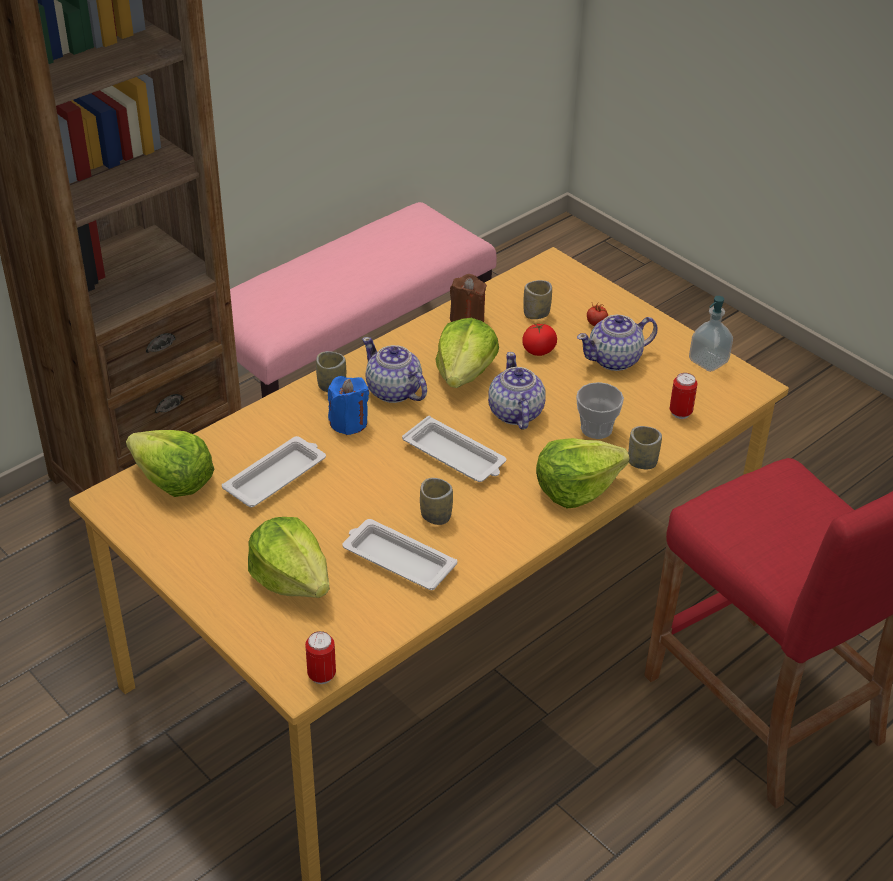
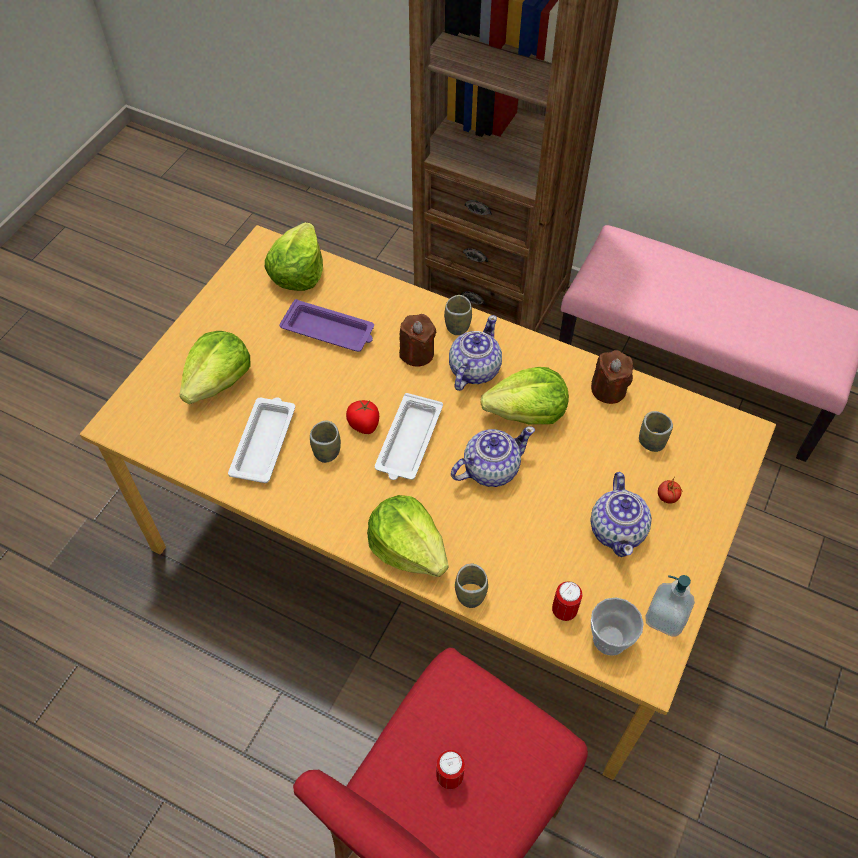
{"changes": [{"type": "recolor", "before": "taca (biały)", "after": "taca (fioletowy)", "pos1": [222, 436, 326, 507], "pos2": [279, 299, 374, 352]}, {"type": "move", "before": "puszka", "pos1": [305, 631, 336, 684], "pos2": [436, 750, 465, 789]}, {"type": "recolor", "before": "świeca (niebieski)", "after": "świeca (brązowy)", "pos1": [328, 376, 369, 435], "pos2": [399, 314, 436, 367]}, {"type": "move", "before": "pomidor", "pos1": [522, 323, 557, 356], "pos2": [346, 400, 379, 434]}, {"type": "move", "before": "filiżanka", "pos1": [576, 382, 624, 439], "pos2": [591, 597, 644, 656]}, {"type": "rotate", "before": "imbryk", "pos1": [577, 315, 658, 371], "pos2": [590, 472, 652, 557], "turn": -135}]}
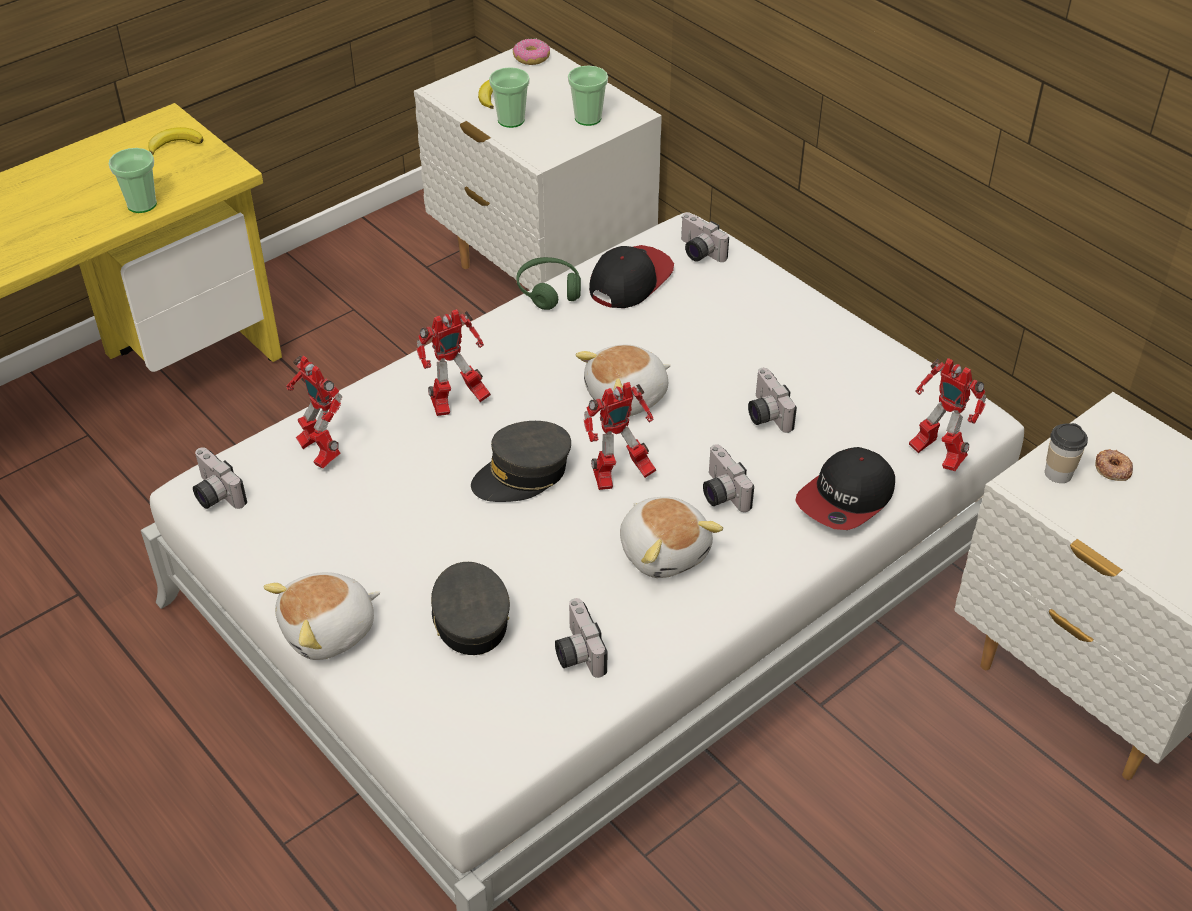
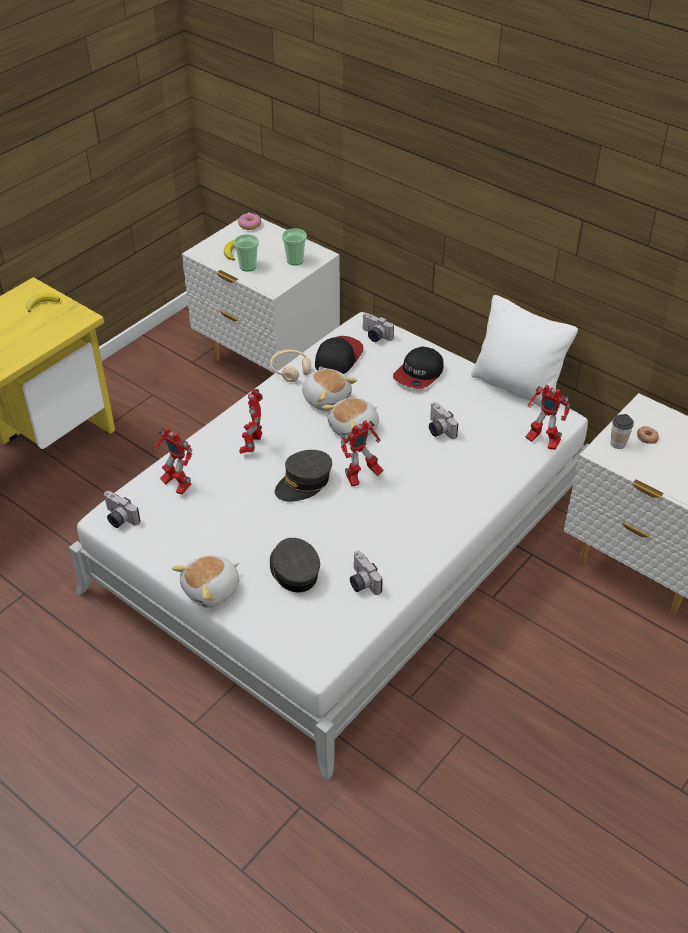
{"changes": [{"type": "delete", "before": "filiżanka", "pos1": [109, 148, 157, 213]}, {"type": "rotate", "before": "robot zabawkowy", "pos1": [416, 309, 491, 416], "pos2": [239, 389, 263, 454], "turn": 135}, {"type": "recolor", "before": "słuchawki (zielony)", "after": "słuchawki (beżowy)", "pos1": [517, 257, 581, 310], "pos2": [270, 350, 311, 382]}, {"type": "move", "before": "pluszak", "pos1": [620, 497, 723, 578], "pos2": [302, 369, 357, 411]}, {"type": "delete", "before": "aparat fotograficzny", "pos1": [703, 444, 754, 512]}, {"type": "move", "before": "czapka z daszkiem", "pos1": [795, 447, 895, 530], "pos2": [393, 347, 444, 389]}, {"type": "insert", "after": "poduszka (biały)", "pos2": [471, 295, 578, 407]}]}
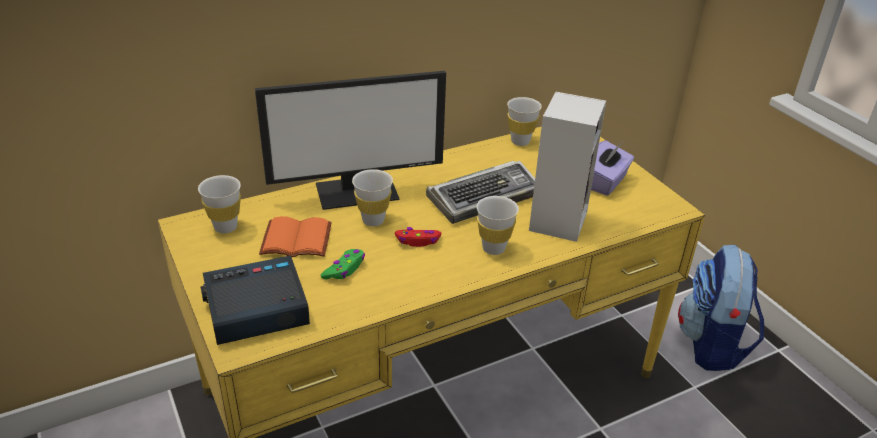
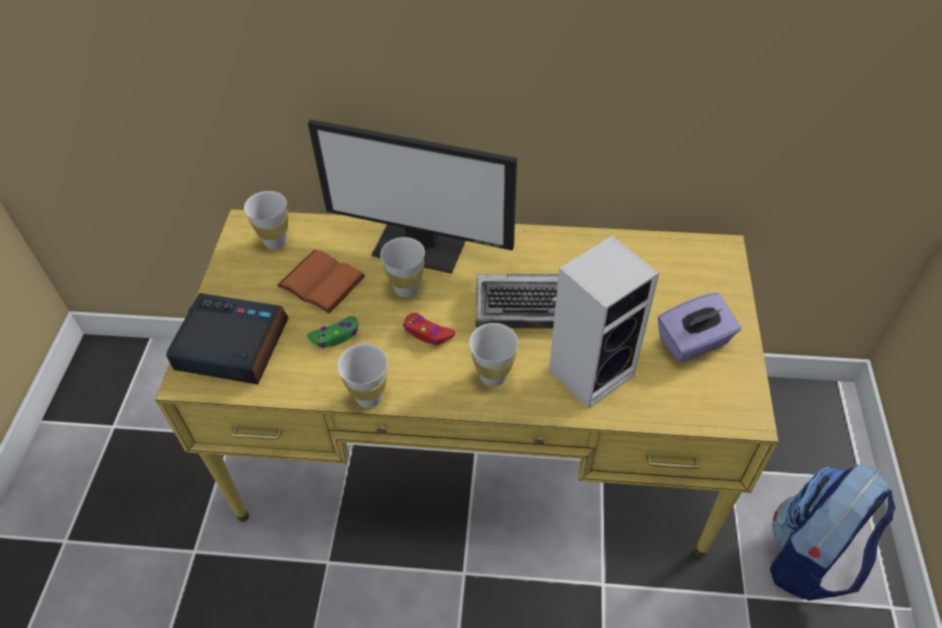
{"changes": [{"type": "move", "before": "filiżanka (biały)", "pos1": [507, 97, 542, 146], "pos2": [337, 344, 387, 408]}]}
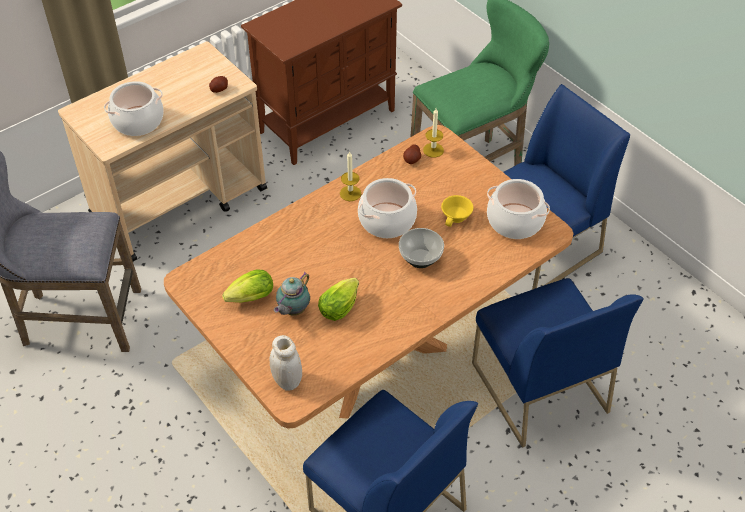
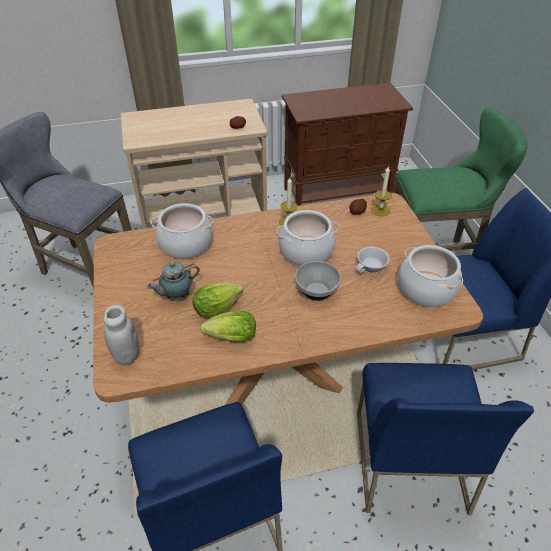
{"changes": [{"type": "move", "before": "garnek", "pos1": [104, 81, 164, 136], "pos2": [151, 203, 214, 259]}, {"type": "move", "before": "sałata", "pos1": [222, 269, 273, 303], "pos2": [200, 311, 256, 342]}, {"type": "recolor", "before": "filiżanka (żółty)", "after": "filiżanka (biały)", "pos1": [441, 195, 473, 227], "pos2": [356, 247, 390, 273]}]}
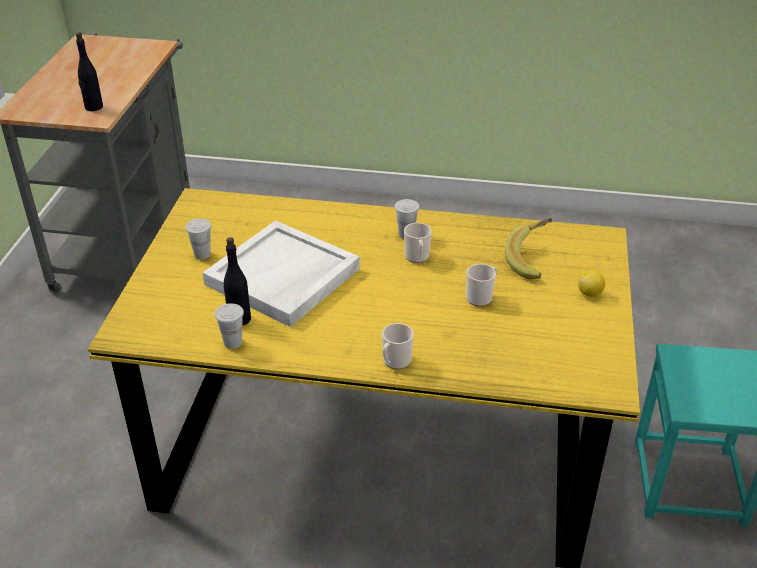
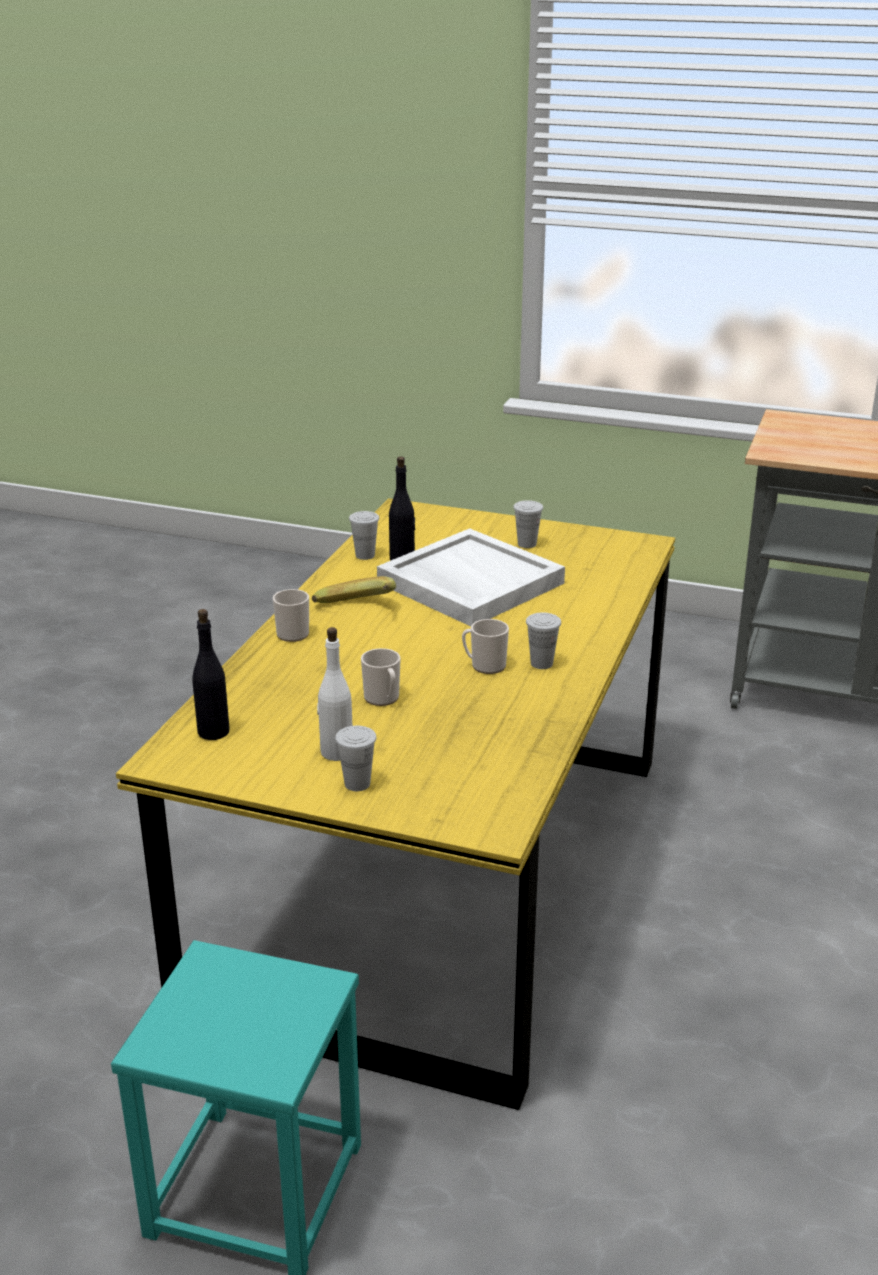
{"changes": [{"type": "move", "before": "butelka (czarny)", "pos1": [76, 33, 103, 111], "pos2": [193, 609, 230, 740]}, {"type": "move", "before": "banan", "pos1": [505, 218, 552, 279], "pos2": [312, 576, 396, 603]}, {"type": "replace", "before": "cytryna", "after": "filiżanka (biały)", "pos1": [578, 270, 605, 297], "pos2": [335, 726, 377, 791]}, {"type": "insert", "after": "butelka (biały)", "pos2": [317, 627, 352, 761]}]}
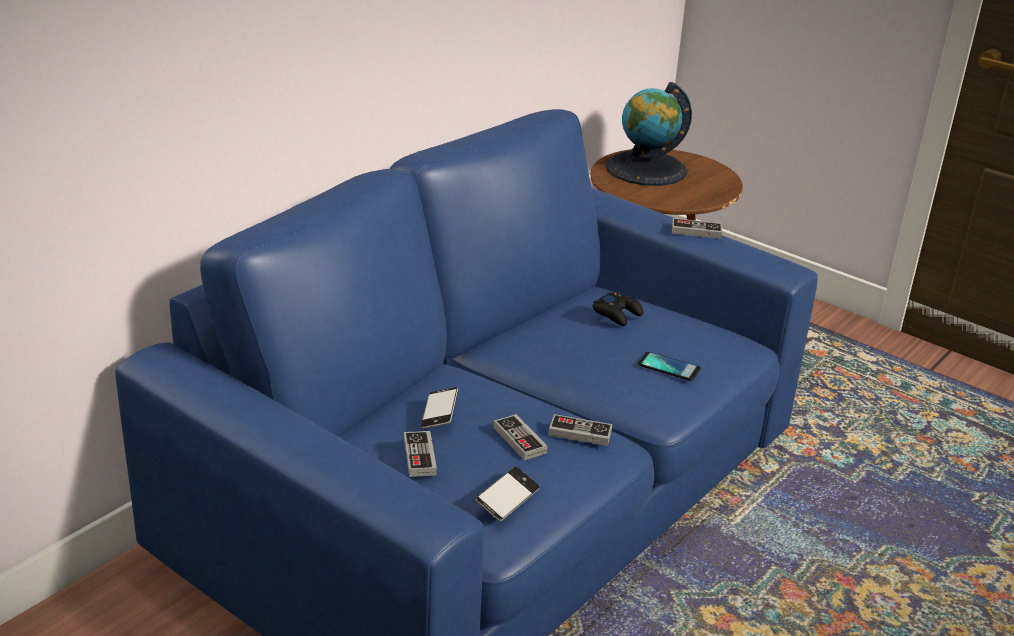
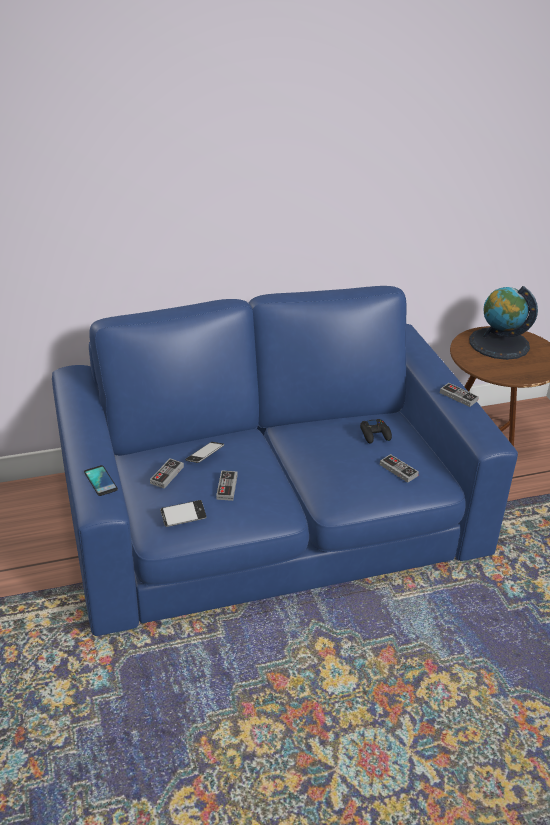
{"changes": [{"type": "move", "before": "pad do gier", "pos1": [549, 414, 612, 446], "pos2": [380, 454, 419, 483]}, {"type": "move", "before": "telefon", "pos1": [638, 352, 701, 381], "pos2": [84, 465, 118, 496]}]}
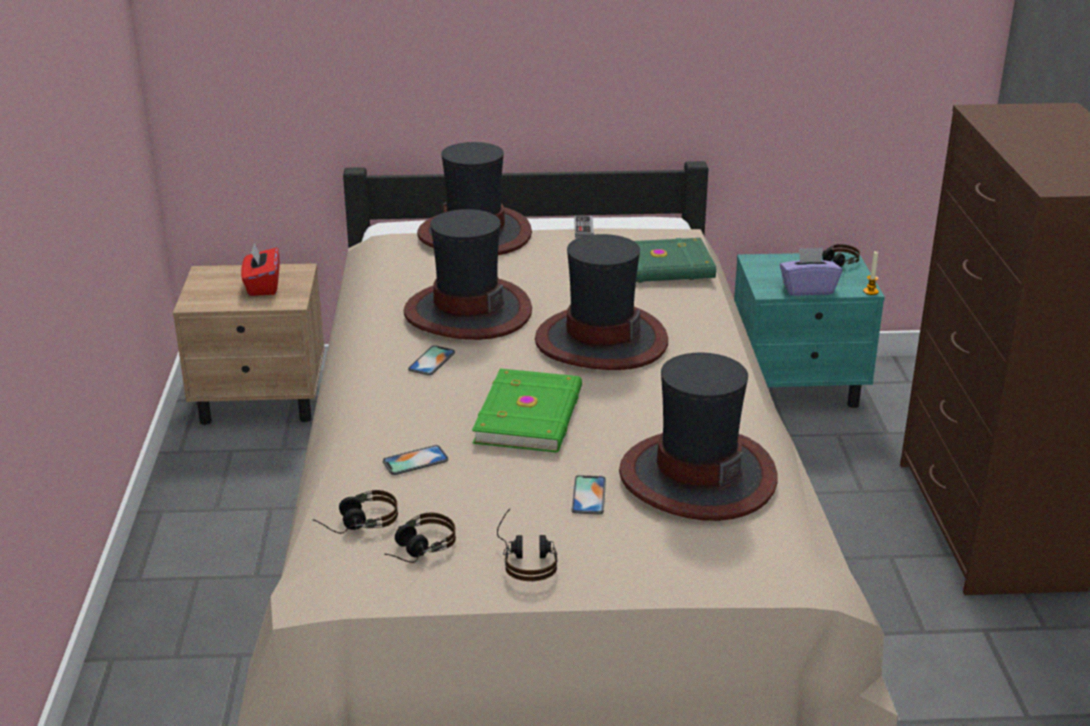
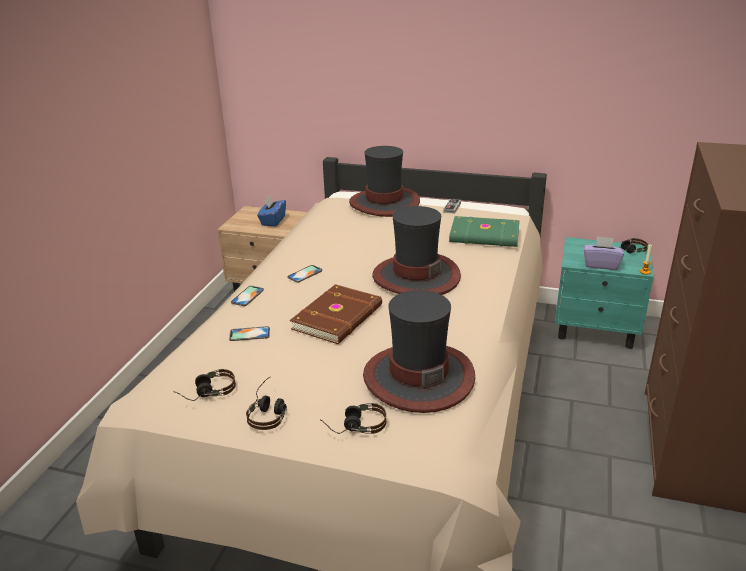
{"changes": [{"type": "recolor", "before": "pudełko chusteczek (czerwony)", "after": "pudełko chusteczek (niebieski)", "pos1": [241, 242, 280, 296], "pos2": [257, 195, 286, 226]}, {"type": "move", "before": "słuchawki", "pos1": [313, 490, 398, 534], "pos2": [320, 403, 386, 434]}, {"type": "delete", "before": "kapelusz", "pos1": [404, 209, 532, 340]}, {"type": "recolor", "before": "książka (zielony)", "after": "książka (brązowy)", "pos1": [472, 368, 582, 452], "pos2": [290, 284, 382, 344]}, {"type": "move", "before": "telefon", "pos1": [572, 475, 606, 515], "pos2": [231, 286, 264, 306]}]}
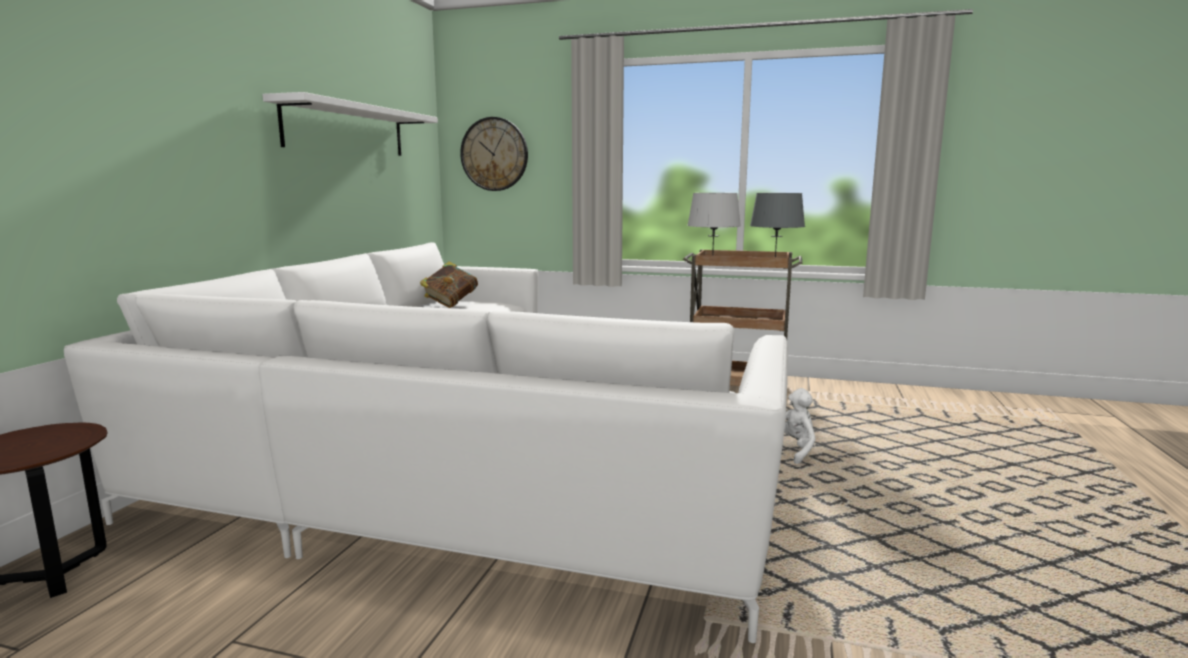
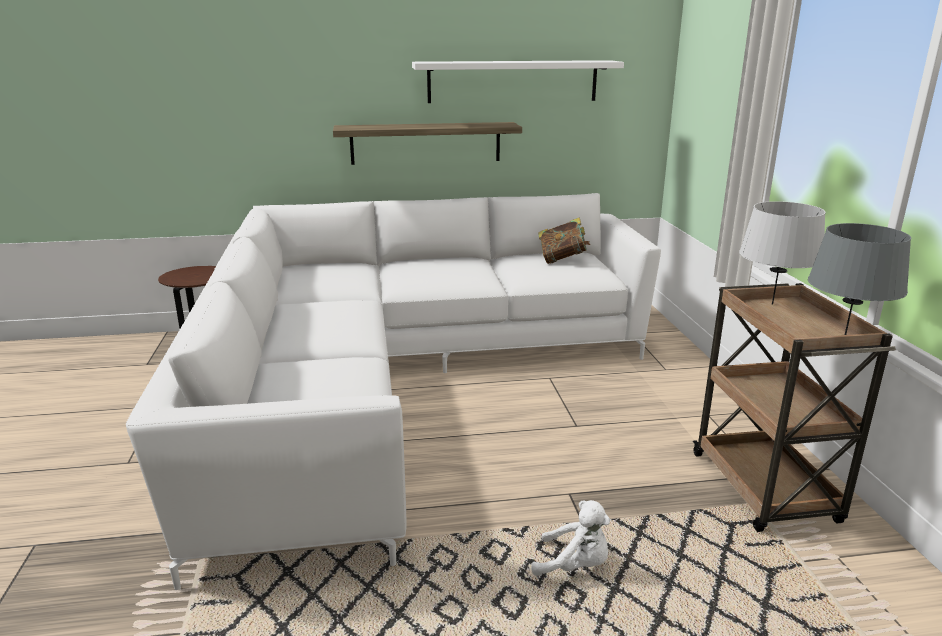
{"changes": [{"type": "delete", "before": "zegar ścienny", "pos1": [460, 117, 528, 191]}, {"type": "insert", "after": "półka", "pos2": [333, 122, 522, 165]}]}
